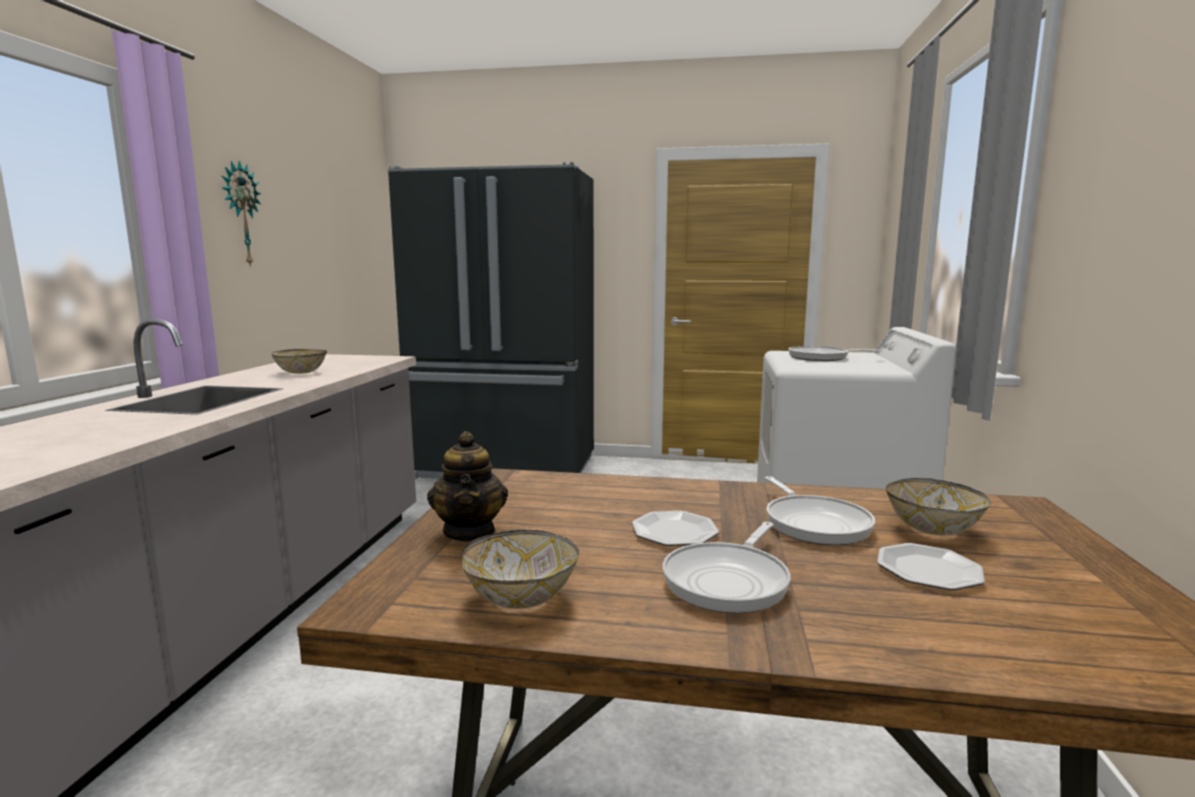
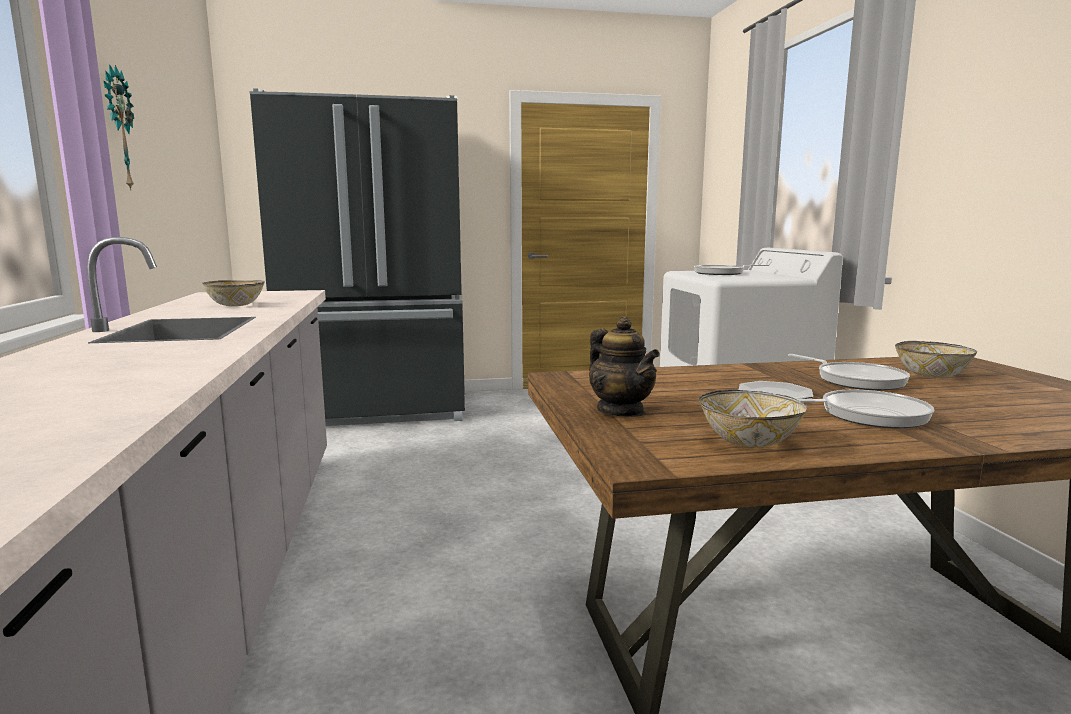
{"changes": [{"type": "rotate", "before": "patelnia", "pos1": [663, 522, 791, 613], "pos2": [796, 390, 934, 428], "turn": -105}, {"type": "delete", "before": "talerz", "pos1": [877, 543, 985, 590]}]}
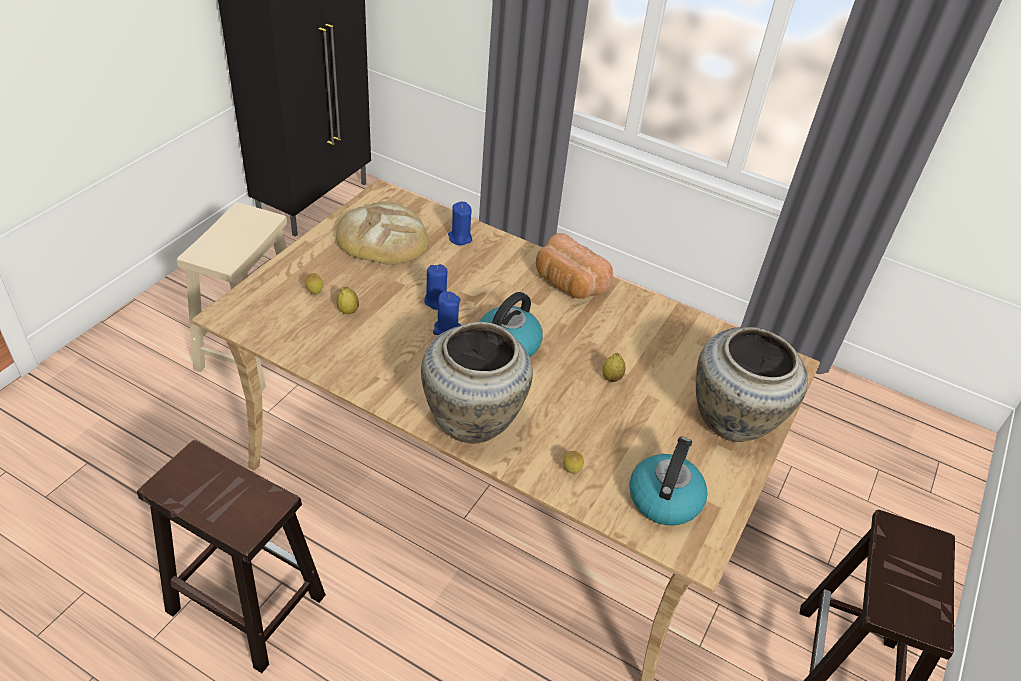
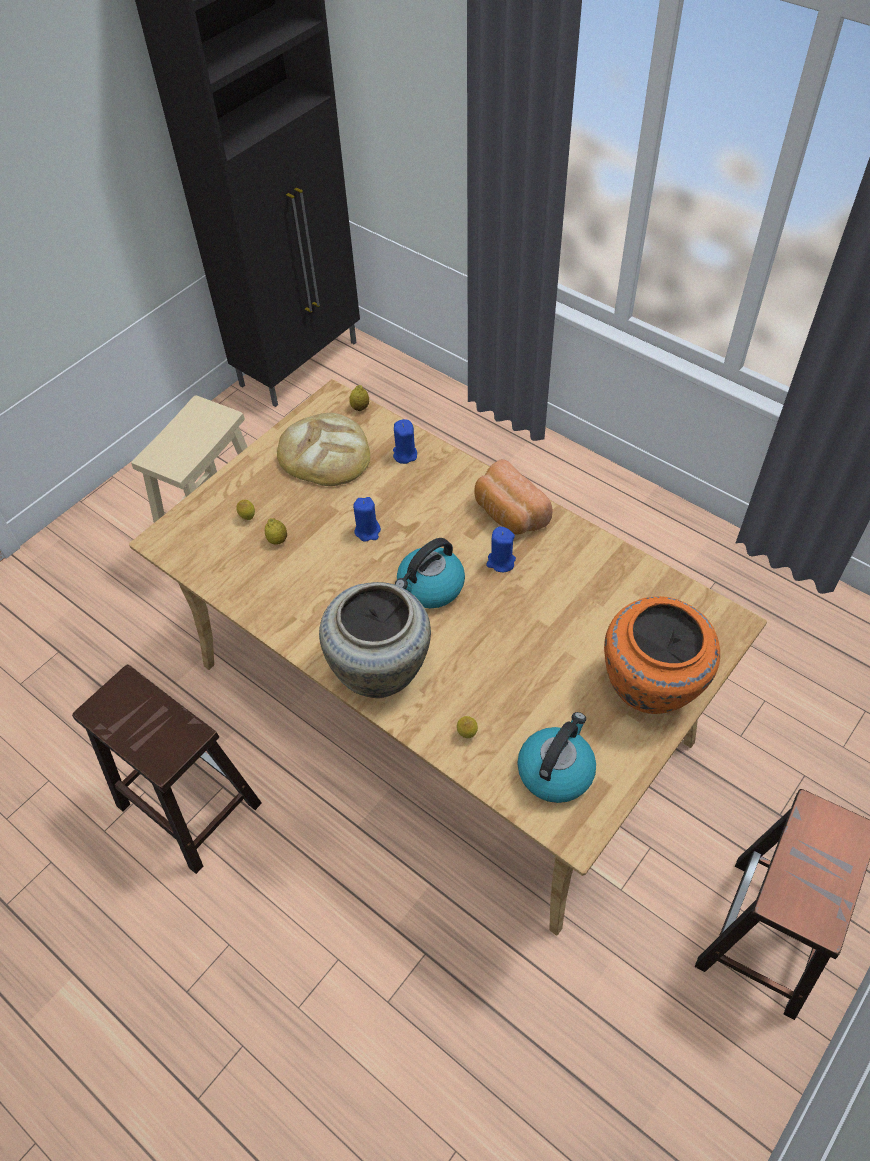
{"changes": [{"type": "move", "before": "świeca (niebieski)", "pos1": [433, 291, 461, 335], "pos2": [486, 527, 516, 572]}, {"type": "move", "before": "cytryna", "pos1": [602, 353, 626, 382], "pos2": [349, 385, 369, 411]}, {"type": "recolor", "before": "wazon (beżowy)", "after": "wazon (pomarańczowy)", "pos1": [696, 327, 808, 442], "pos2": [604, 596, 720, 714]}]}
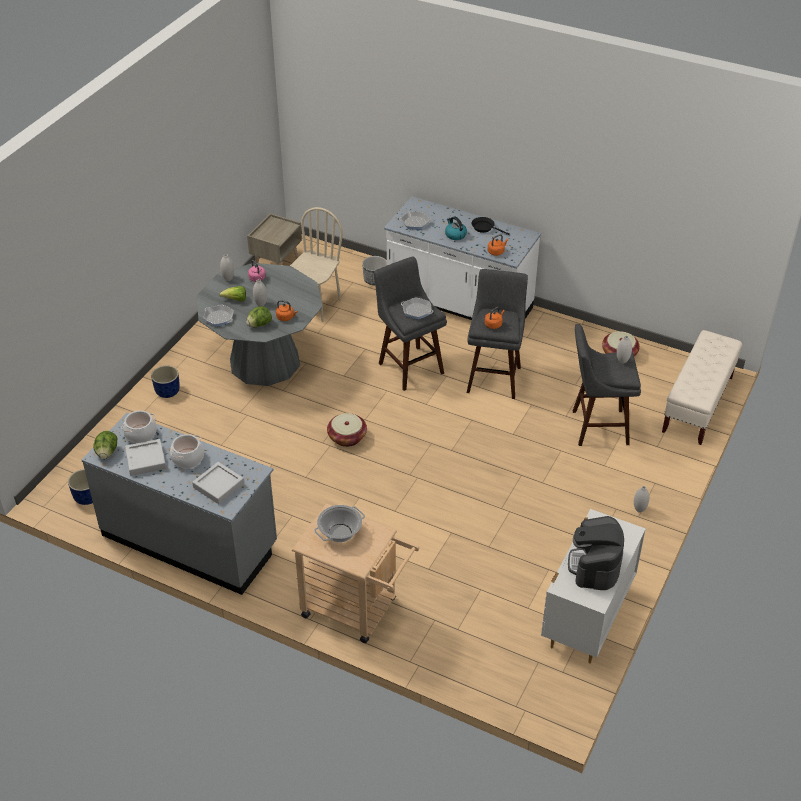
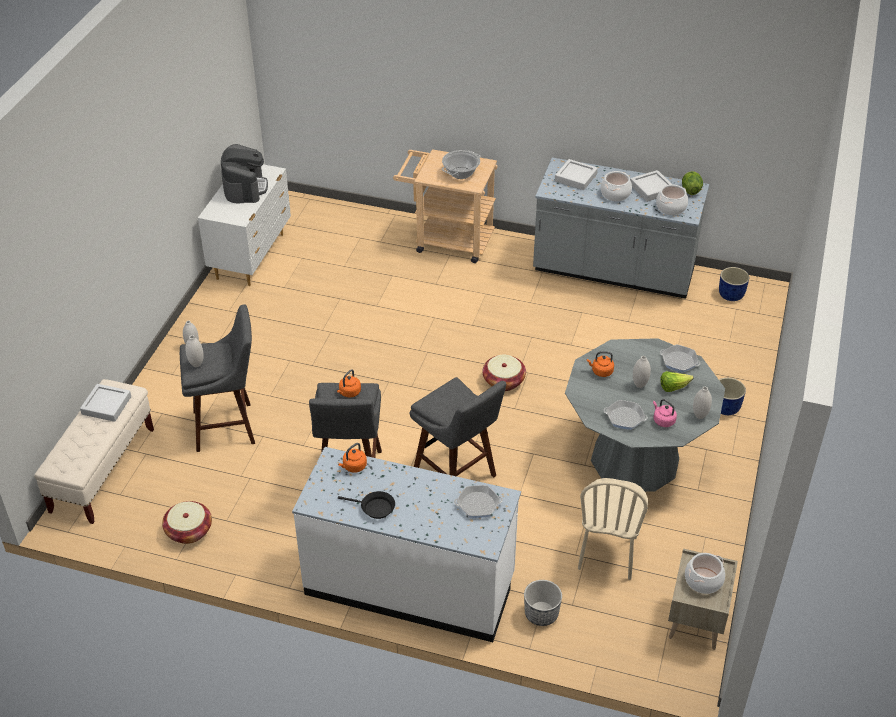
{"changes": [{"type": "delete", "before": "sałata", "pos1": [246, 306, 272, 327]}, {"type": "move", "before": "patelnia", "pos1": [401, 298, 433, 319], "pos2": [603, 400, 648, 430]}, {"type": "delete", "before": "czajnik", "pos1": [445, 216, 467, 240]}, {"type": "insert", "after": "taca (szary)", "pos2": [80, 384, 131, 422]}, {"type": "insert", "after": "garnek", "pos2": [685, 553, 725, 594]}]}
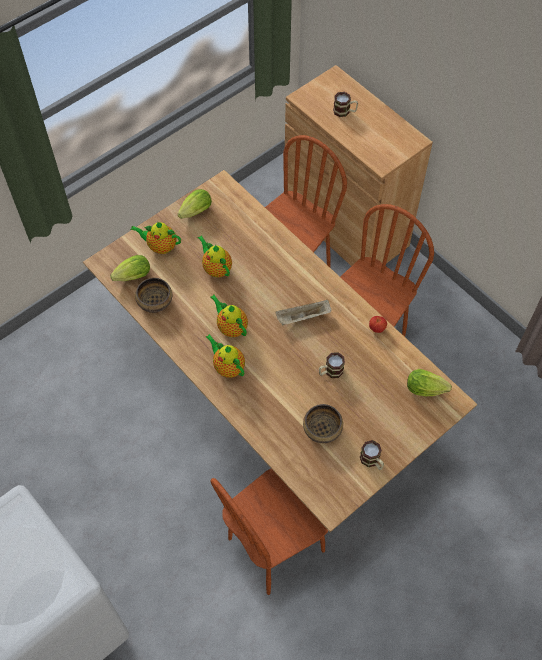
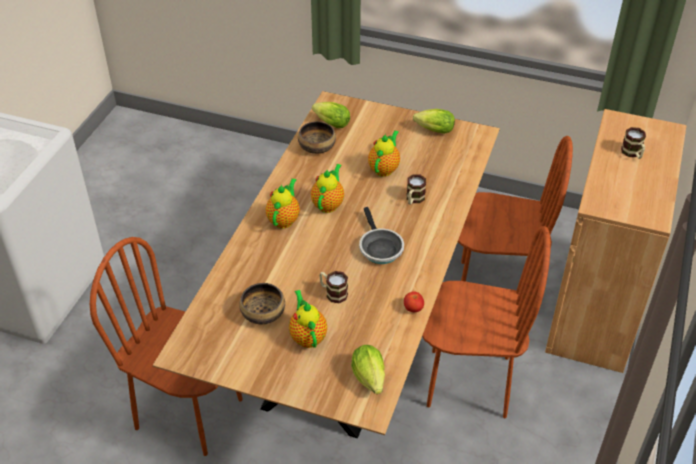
{"changes": [{"type": "move", "before": "imbryk", "pos1": [131, 222, 181, 254], "pos2": [289, 290, 327, 348]}, {"type": "replace", "before": "taca (beżowy)", "after": "patelnia", "pos1": [276, 300, 331, 325], "pos2": [359, 207, 404, 264]}, {"type": "move", "before": "kubek", "pos1": [360, 440, 384, 470], "pos2": [406, 174, 426, 205]}]}
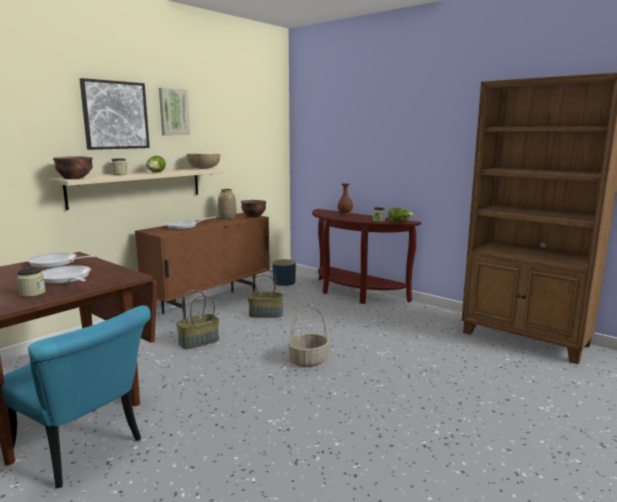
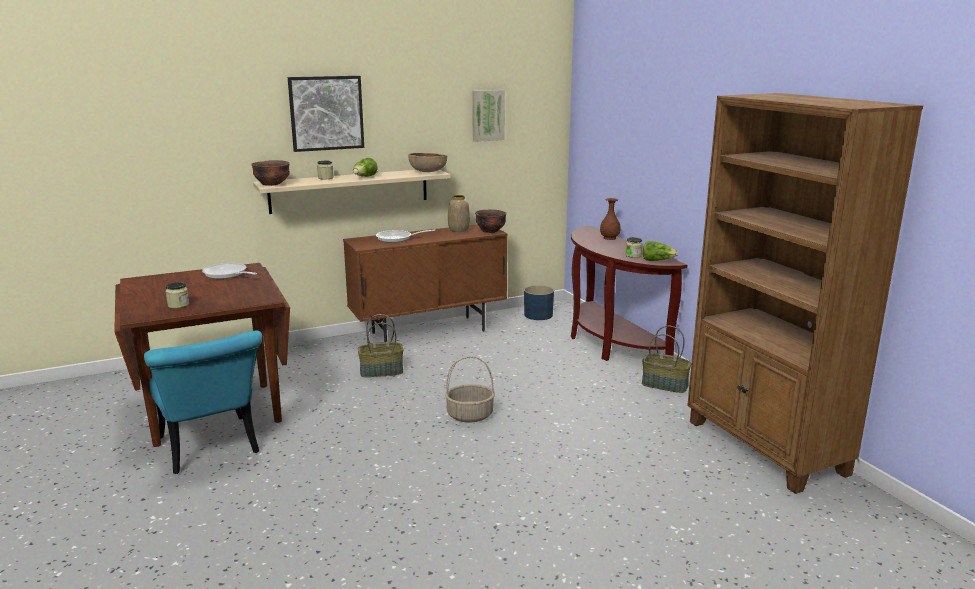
{"changes": [{"type": "delete", "before": "patelnia", "pos1": [41, 265, 91, 284]}, {"type": "move", "before": "obraz", "pos1": [159, 88, 190, 135], "pos2": [472, 90, 505, 142]}, {"type": "move", "before": "koszyk", "pos1": [248, 269, 283, 318], "pos2": [642, 326, 691, 393]}]}
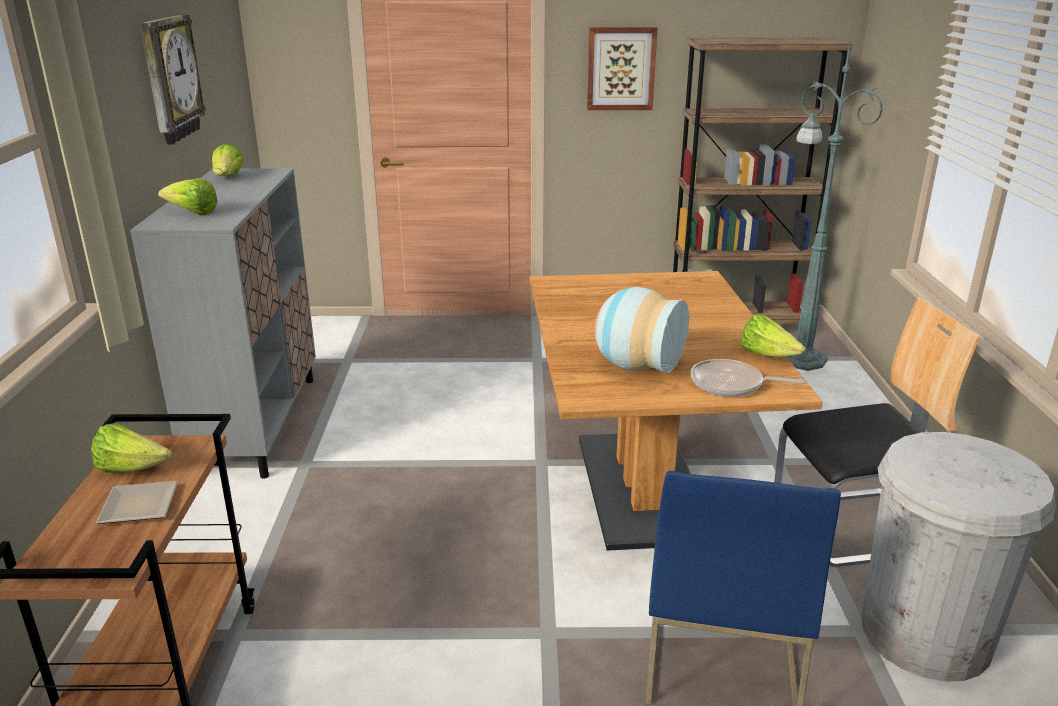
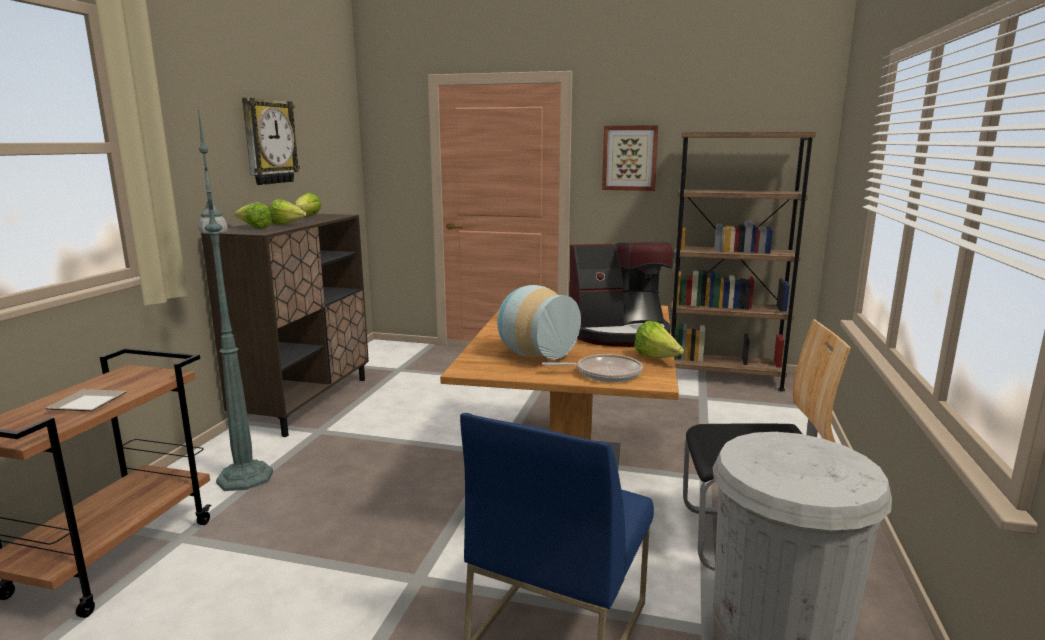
{"changes": [{"type": "move", "before": "sałata", "pos1": [91, 423, 172, 473], "pos2": [269, 199, 307, 225]}, {"type": "recolor", "before": "szafka (szary)", "after": "szafka (brązowy)", "pos1": [130, 168, 316, 479], "pos2": [201, 214, 369, 437]}, {"type": "rotate", "before": "patelnia", "pos1": [691, 359, 805, 397], "pos2": [542, 354, 643, 382], "turn": 150}, {"type": "move", "before": "lampa stojąca (zielony)", "pos1": [787, 33, 883, 371], "pos2": [198, 108, 273, 491]}, {"type": "insert", "after": "ekspres do kawy", "pos2": [569, 242, 674, 347]}]}
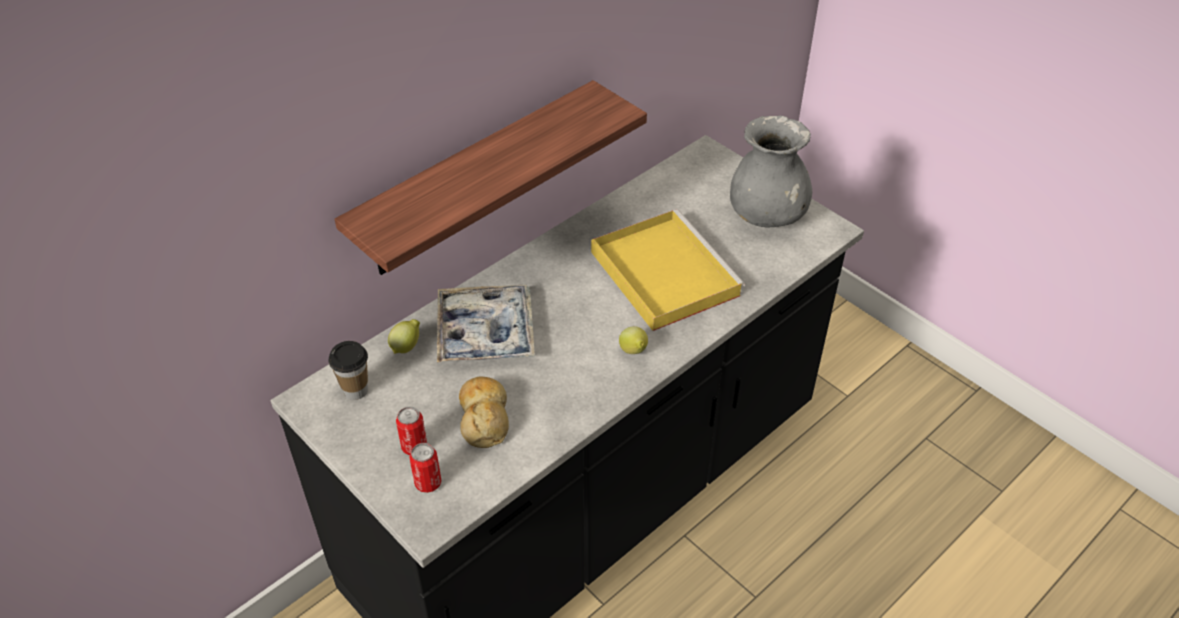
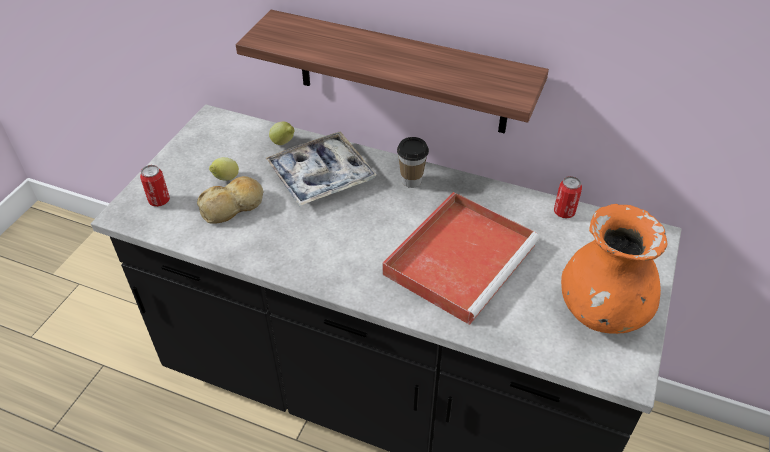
{"changes": [{"type": "move", "before": "filiżanka", "pos1": [329, 341, 368, 400], "pos2": [397, 137, 429, 188]}, {"type": "move", "before": "puszka", "pos1": [396, 406, 427, 455], "pos2": [554, 176, 582, 218]}, {"type": "recolor", "before": "taca (żółty)", "after": "taca (czerwony)", "pos1": [591, 209, 745, 331], "pos2": [382, 192, 540, 325]}, {"type": "move", "before": "cytryna", "pos1": [619, 326, 648, 354], "pos2": [209, 157, 239, 181]}, {"type": "recolor", "before": "wazon (szary)", "after": "wazon (pomarańczowy)", "pos1": [730, 116, 812, 227], "pos2": [561, 204, 668, 334]}]}
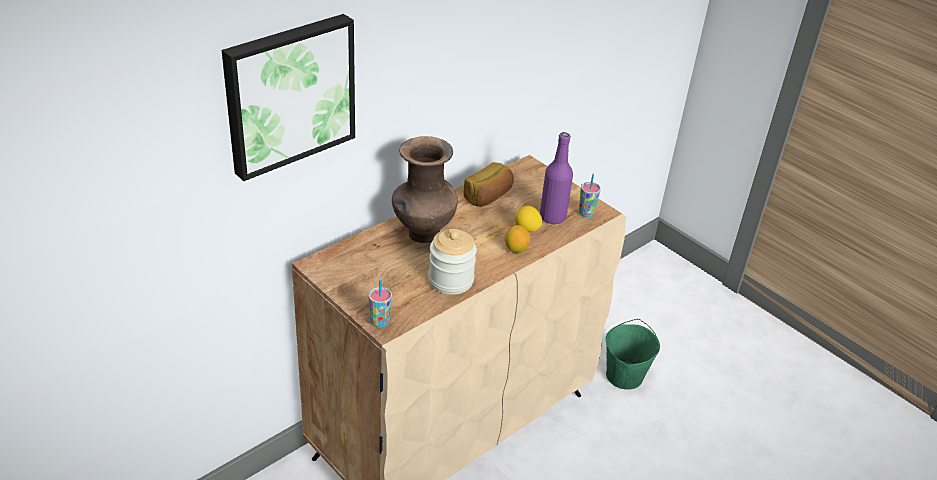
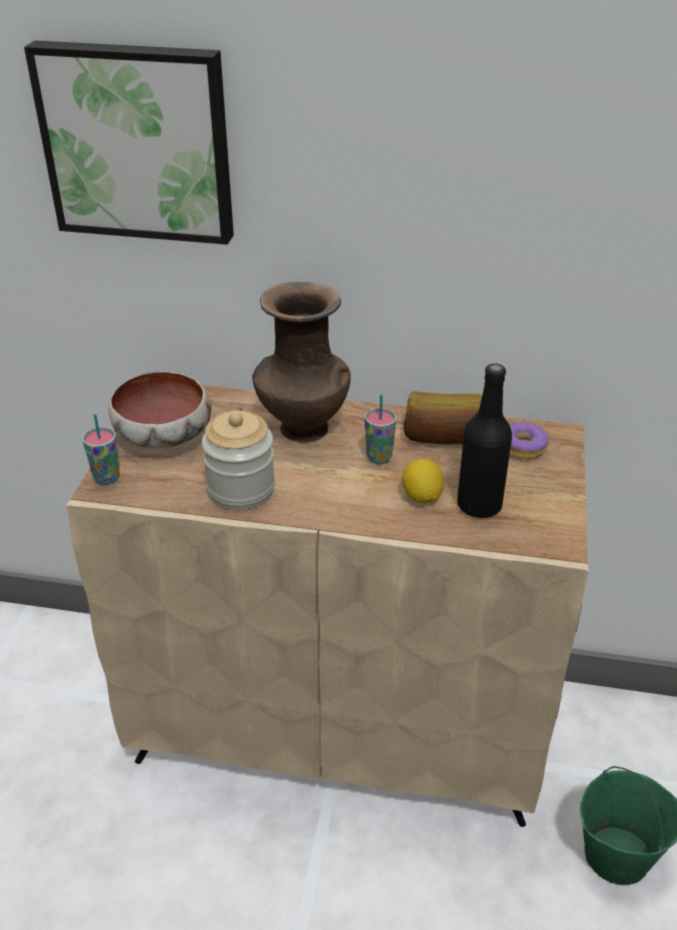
{"changes": [{"type": "delete", "before": "cytryna", "pos1": [505, 225, 530, 253]}, {"type": "recolor", "before": "butelka (fioletowy)", "after": "butelka (czarny)", "pos1": [540, 132, 573, 224], "pos2": [457, 363, 512, 518]}, {"type": "move", "before": "filiżanka", "pos1": [579, 174, 601, 217], "pos2": [365, 395, 397, 464]}, {"type": "insert", "after": "miska", "pos2": [108, 371, 212, 448]}, {"type": "insert", "after": "donut", "pos2": [510, 422, 549, 459]}]}
